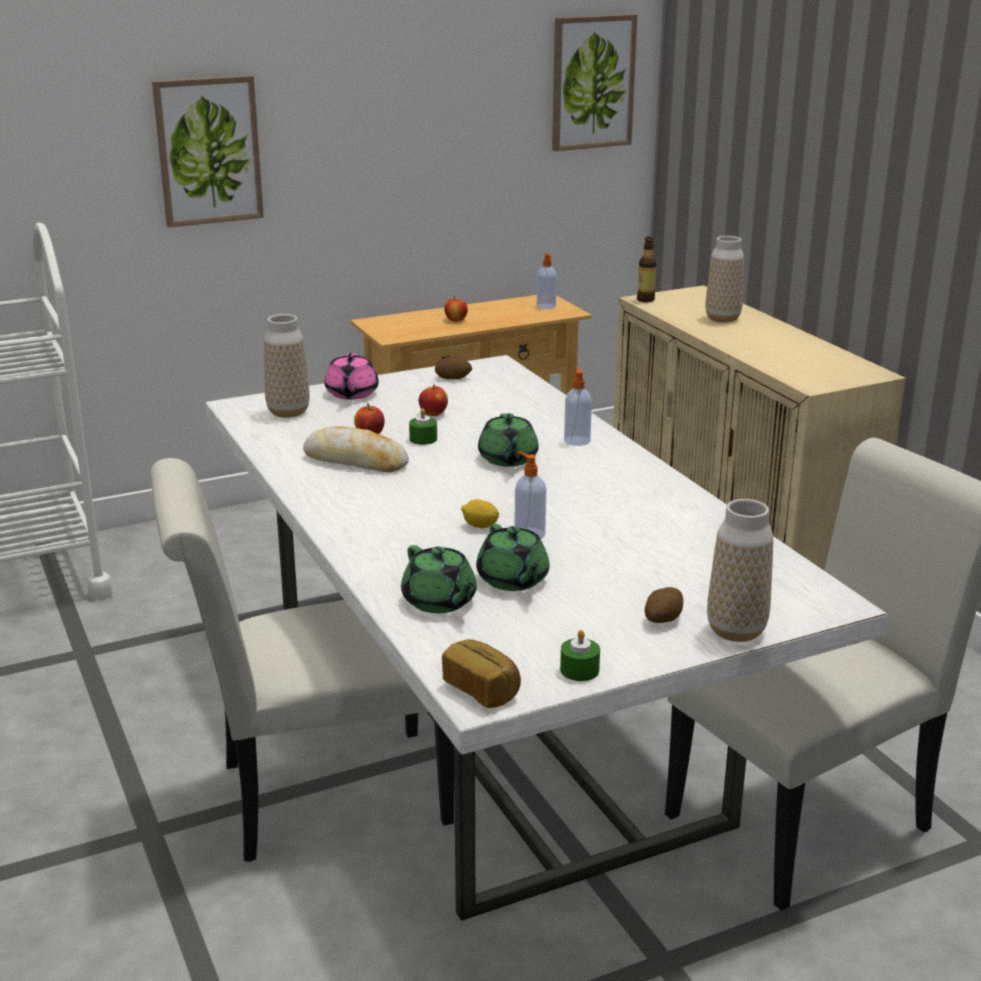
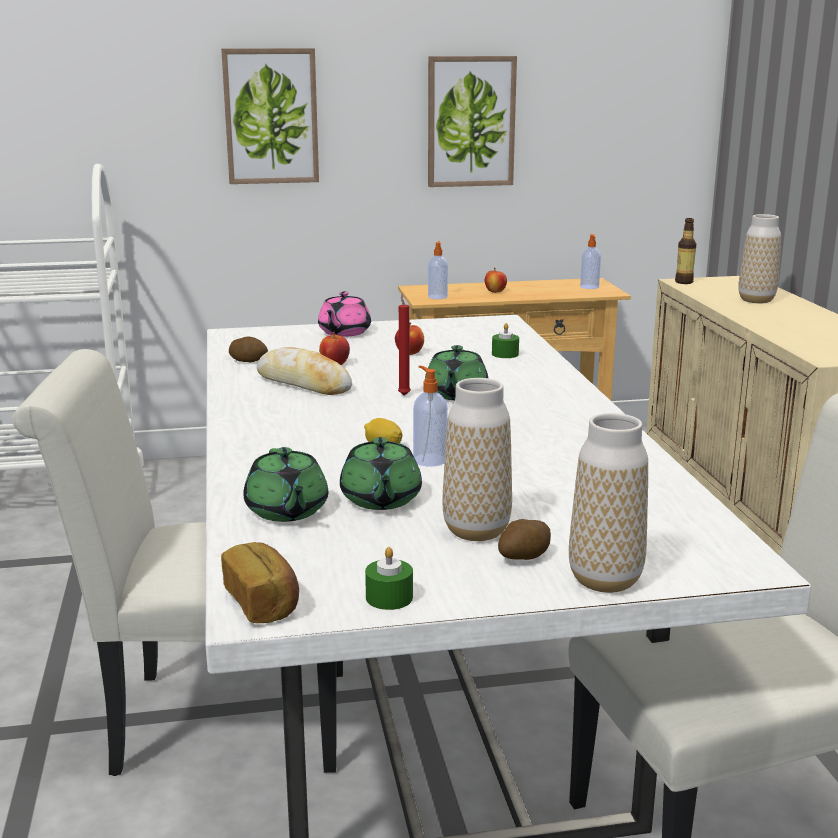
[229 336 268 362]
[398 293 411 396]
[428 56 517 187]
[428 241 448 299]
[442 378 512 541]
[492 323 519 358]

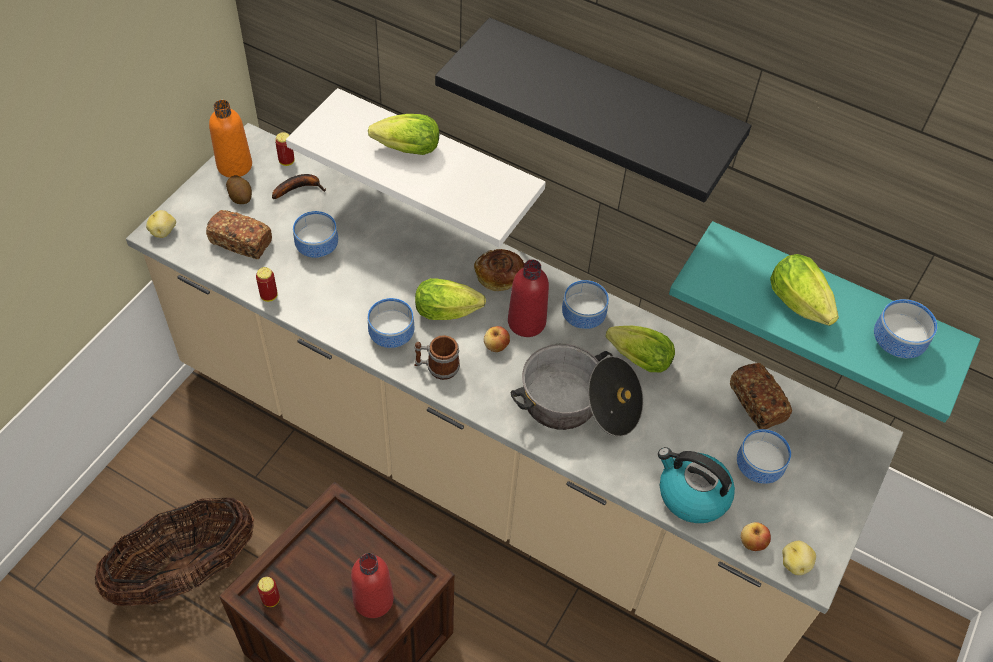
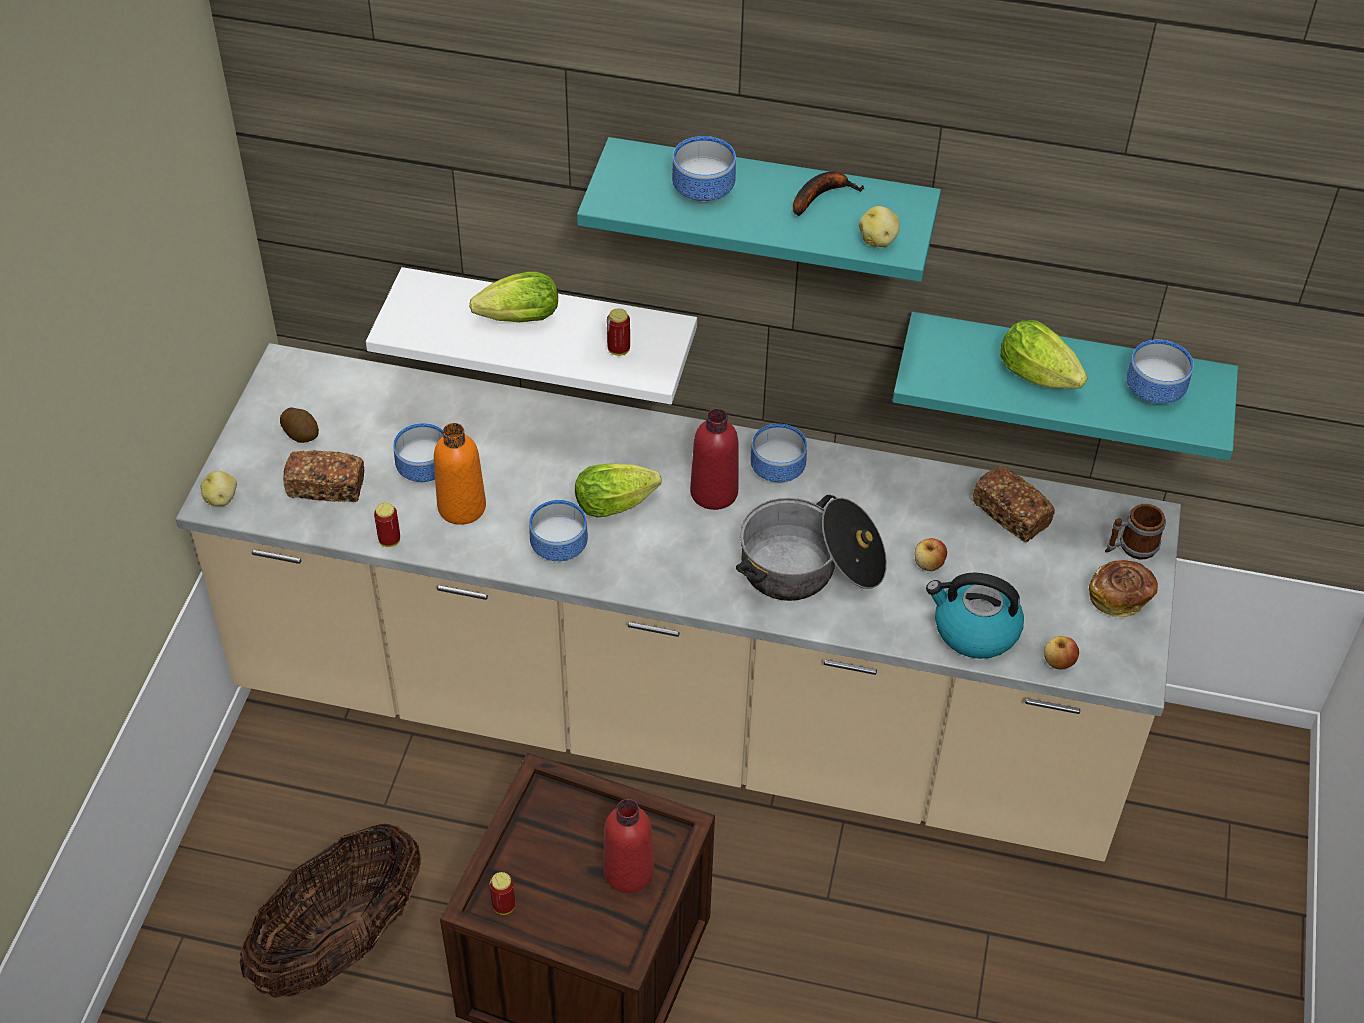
[434 423 486 525]
[577 137 941 282]
[607 308 630 356]
[672 136 736 203]
[793 171 865 216]
[859 206 900 247]
[915 538 947 571]
[1089 560 1158 618]
[1105 504 1166 559]
[605 326 675 372] (first image)

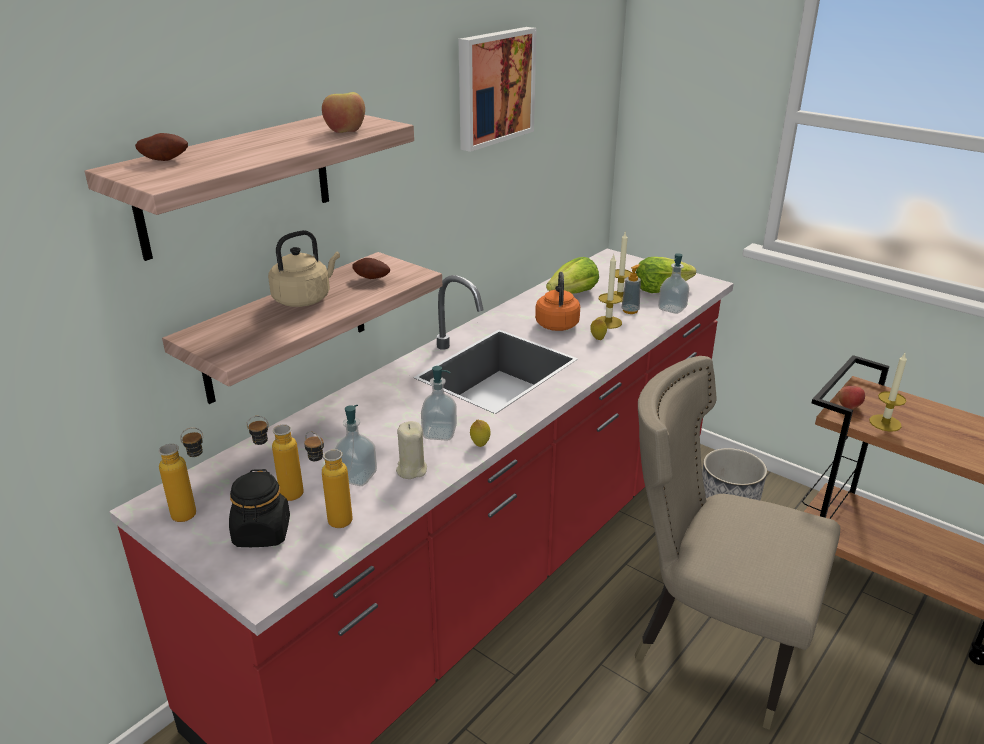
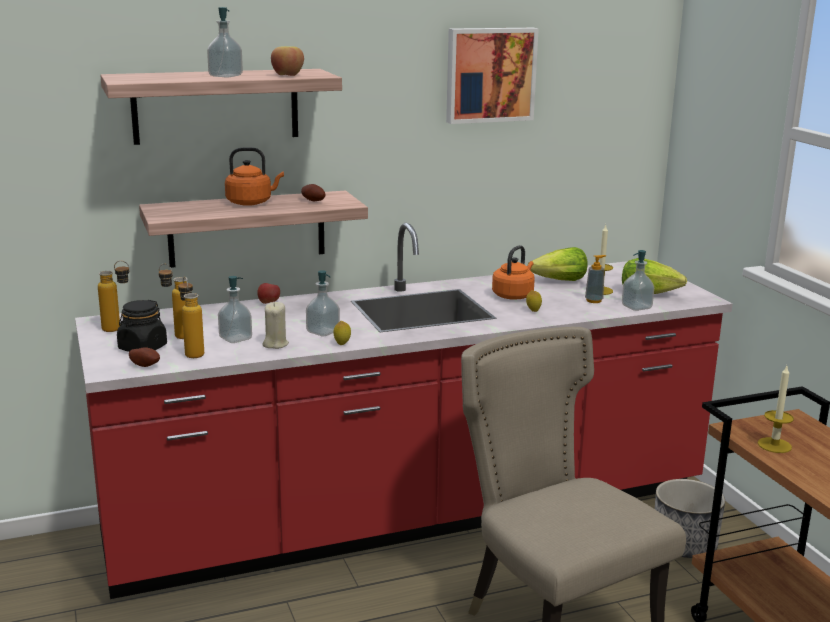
[129 347 160 367]
[207 7 243 78]
[225 147 284 206]
[257 283 280 304]
[597 255 622 329] (first image)

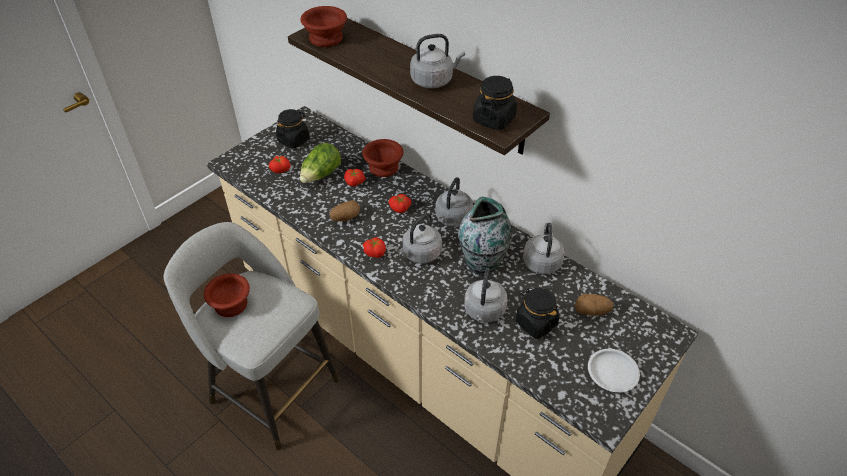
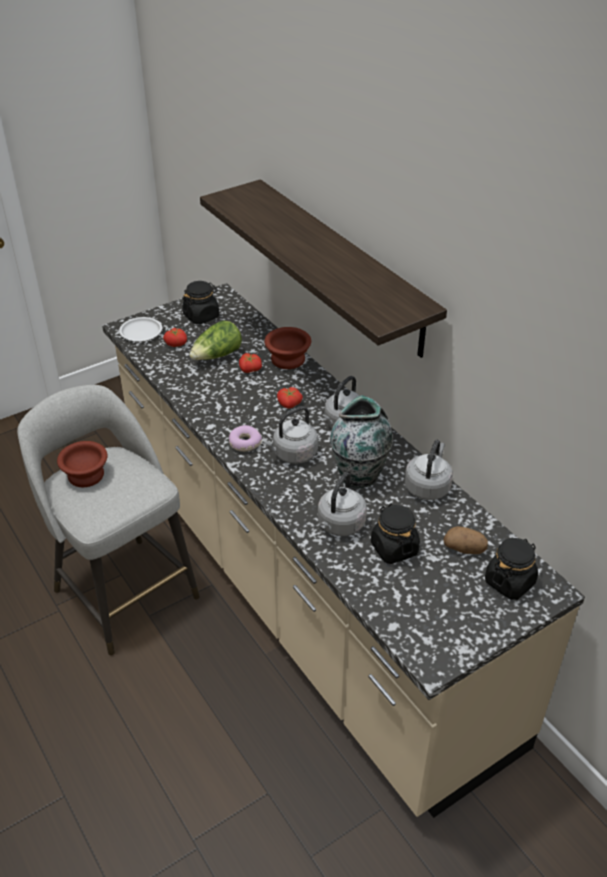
[119 317 162 341]
[229 425 262 452]
[485 538 538 600]
[300 6 347 47] (first image)
[330 200 360 221] (first image)
[410 34 465 89] (first image)

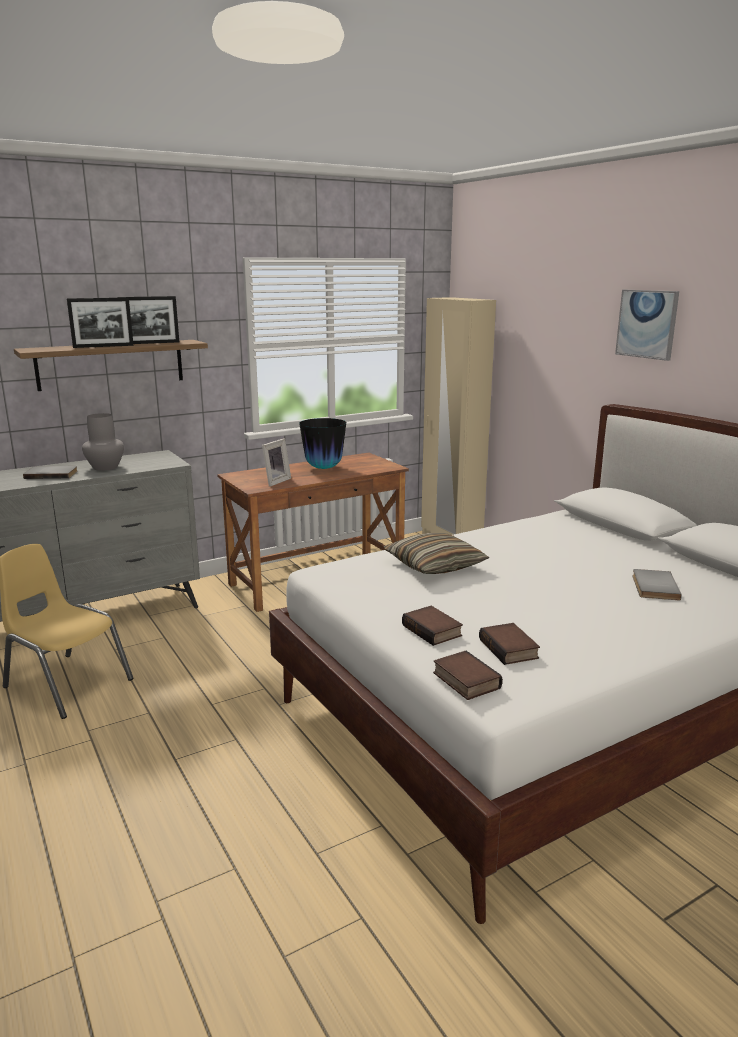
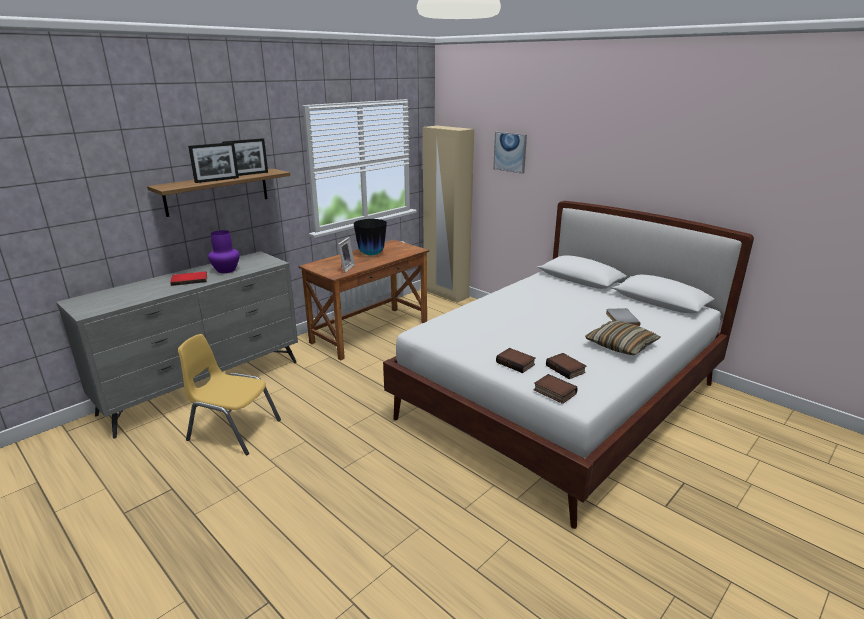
[170 271 208 286]
[208 230 240 273]
[493 132 527 174]
[585 321 661 355]

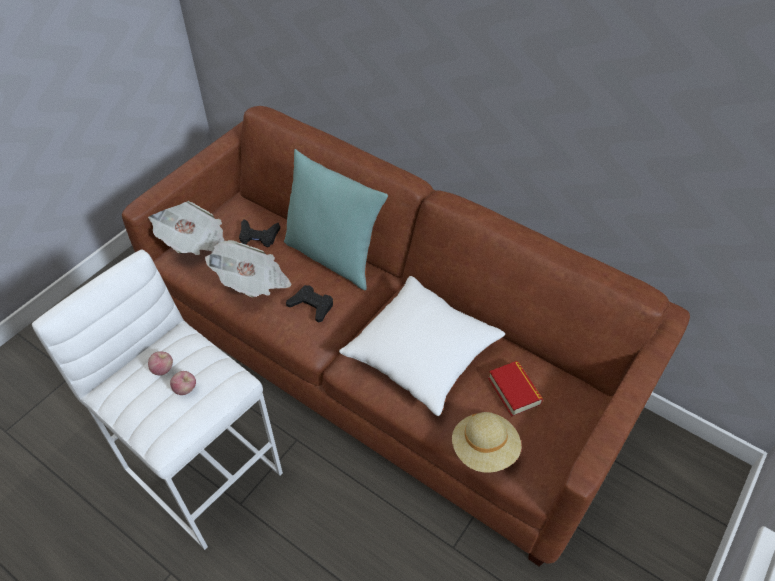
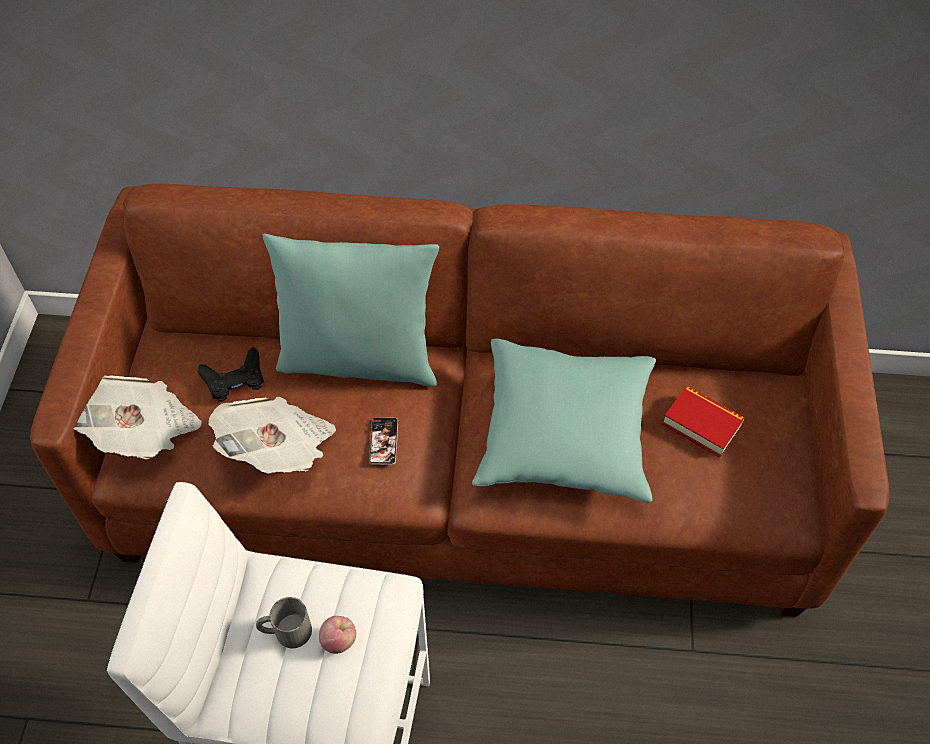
[256 597 312 648]
[369 417 398 465]
[472 339 656 503]
[452 412 521 473] (first image)

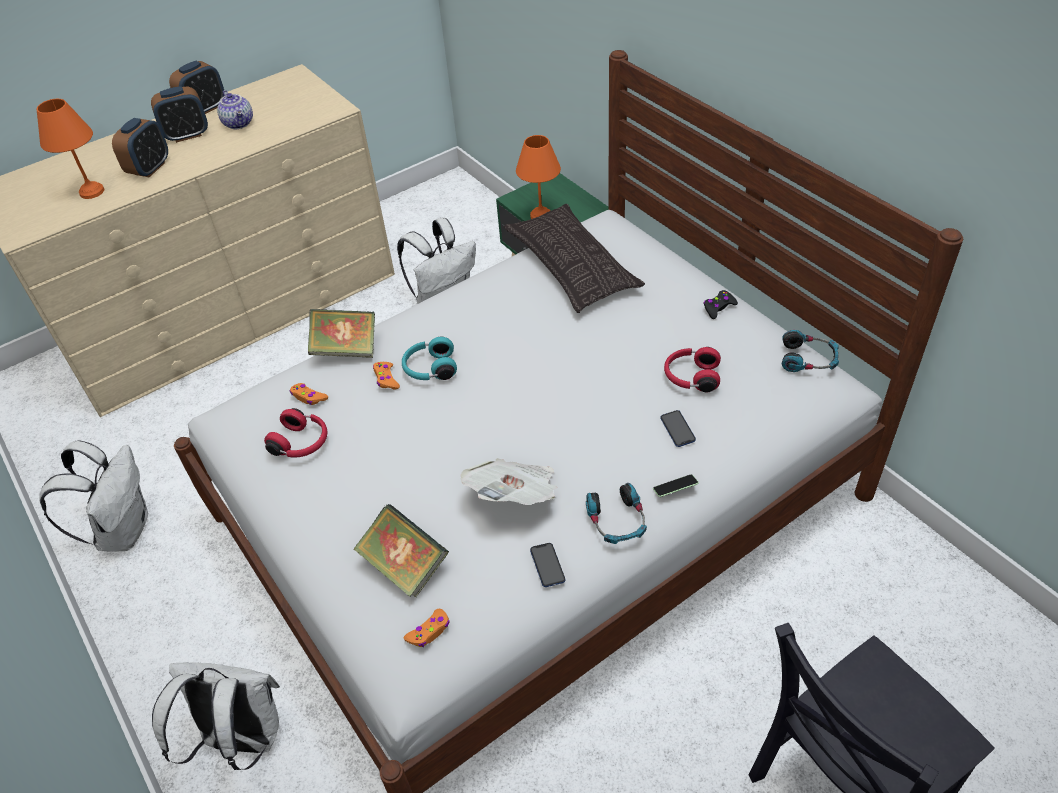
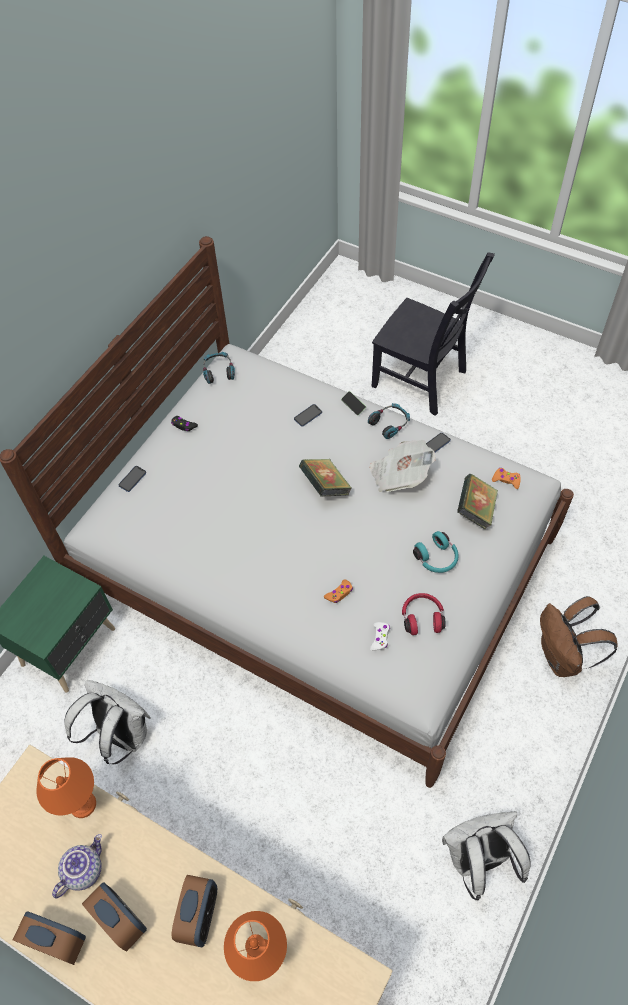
[36 757 96 818]
[118 466 146 492]
[171 875 217 947]
[299 459 352 496]
[370 622 390 651]
[413 531 459 573]
[540 596 618 677]
[503 204 645 313] (first image)
[664 347 721 393] (first image)

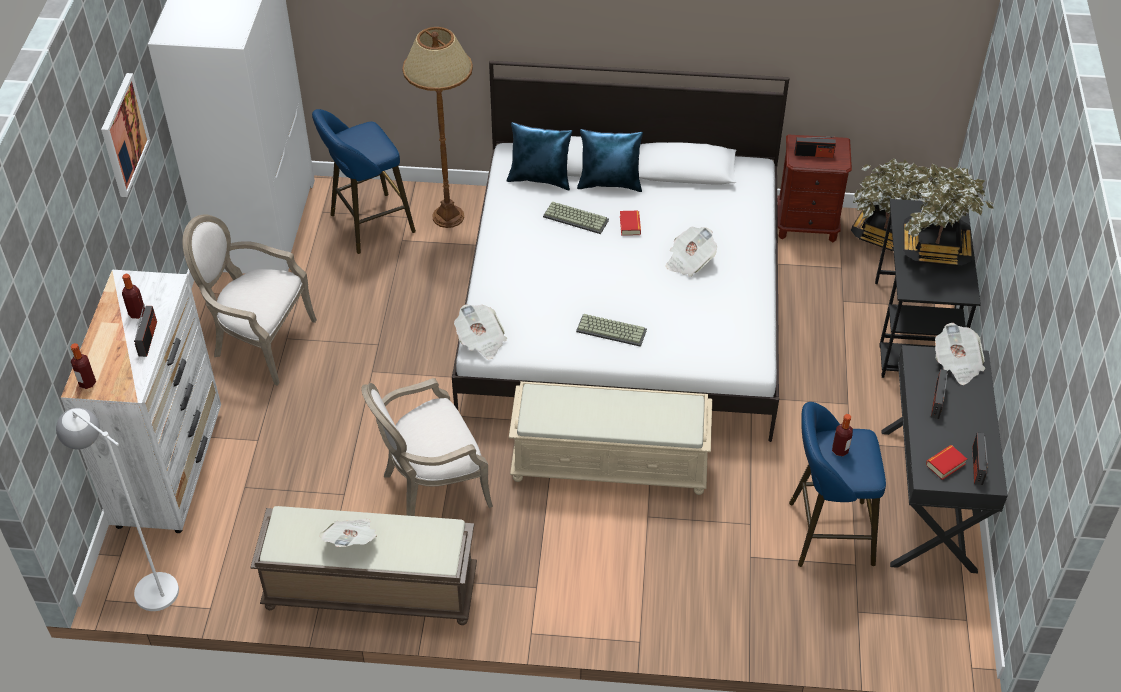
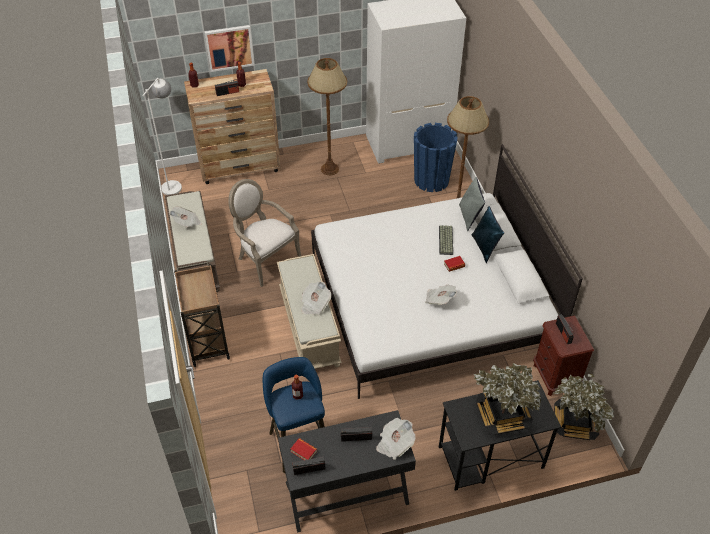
[174 262 230 367]
[184 69 280 184]
[205 25 254 72]
[301 281 331 315]
[307 58 347 175]
[414 123 458 192]
[459 177 485 231]
[576 314 647 347] (first image)

